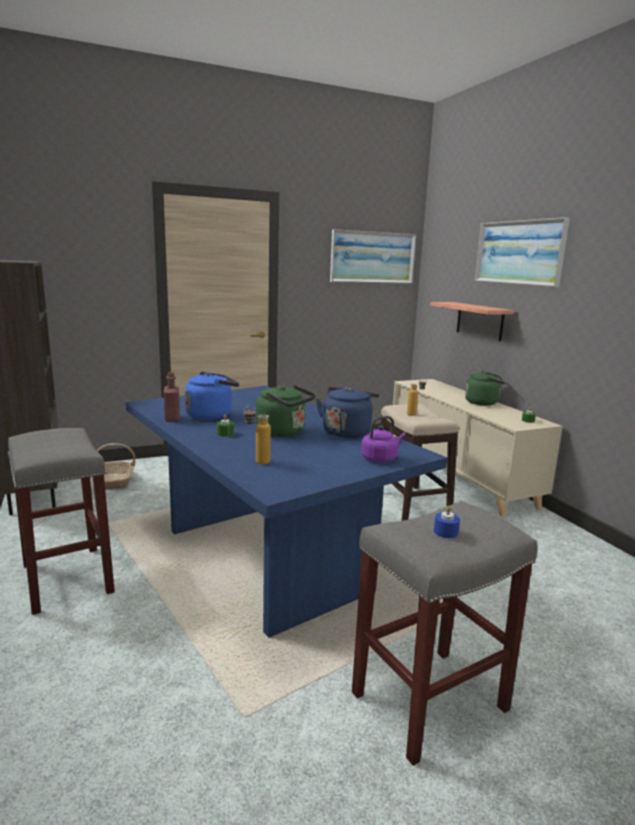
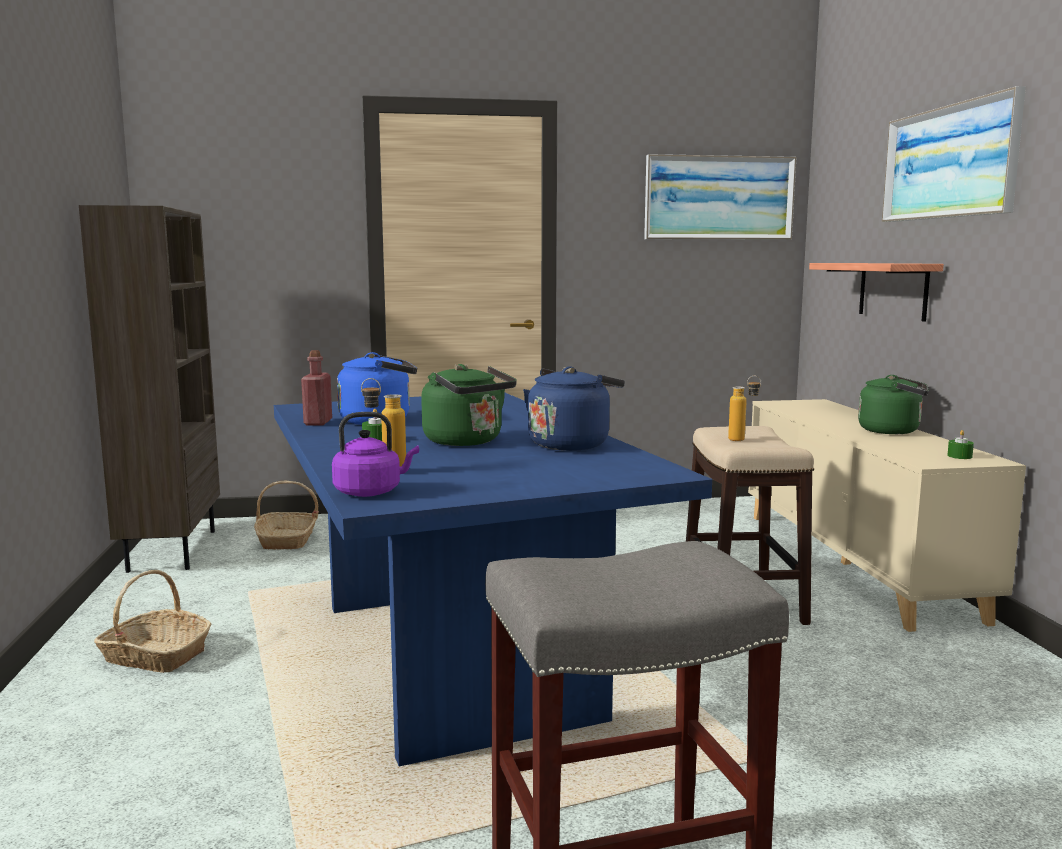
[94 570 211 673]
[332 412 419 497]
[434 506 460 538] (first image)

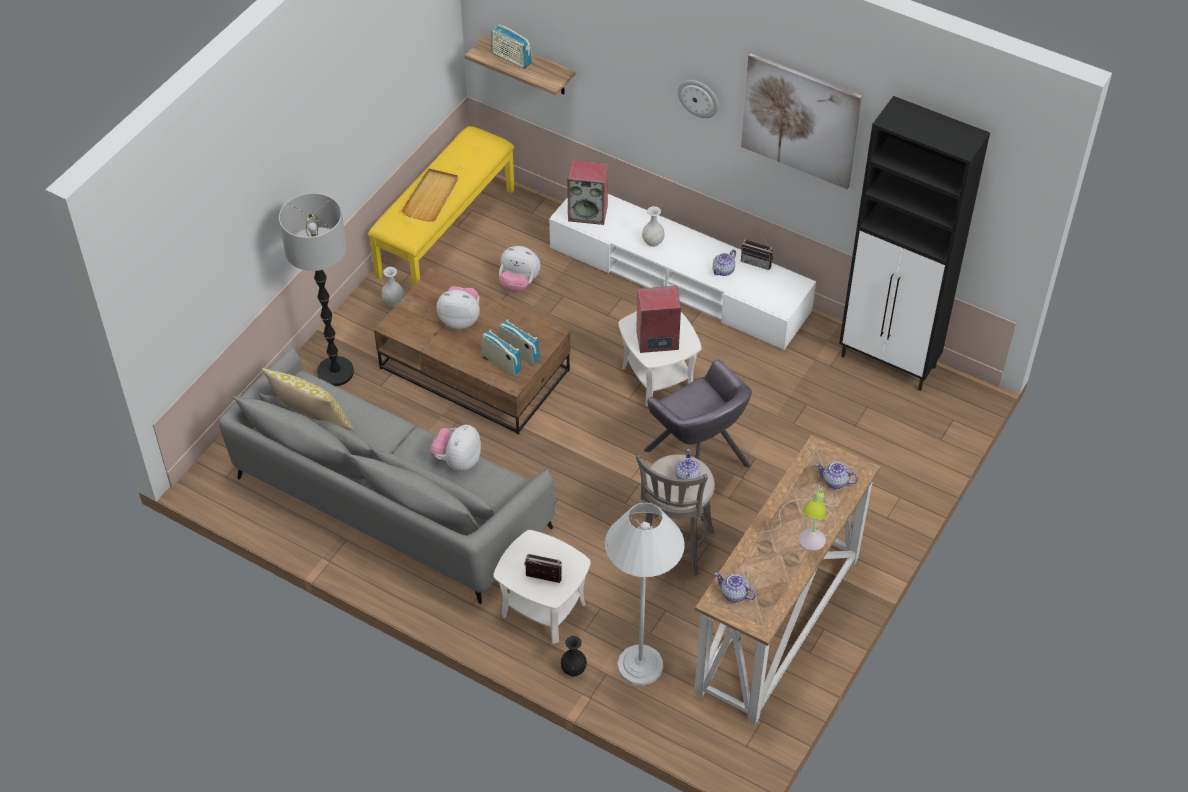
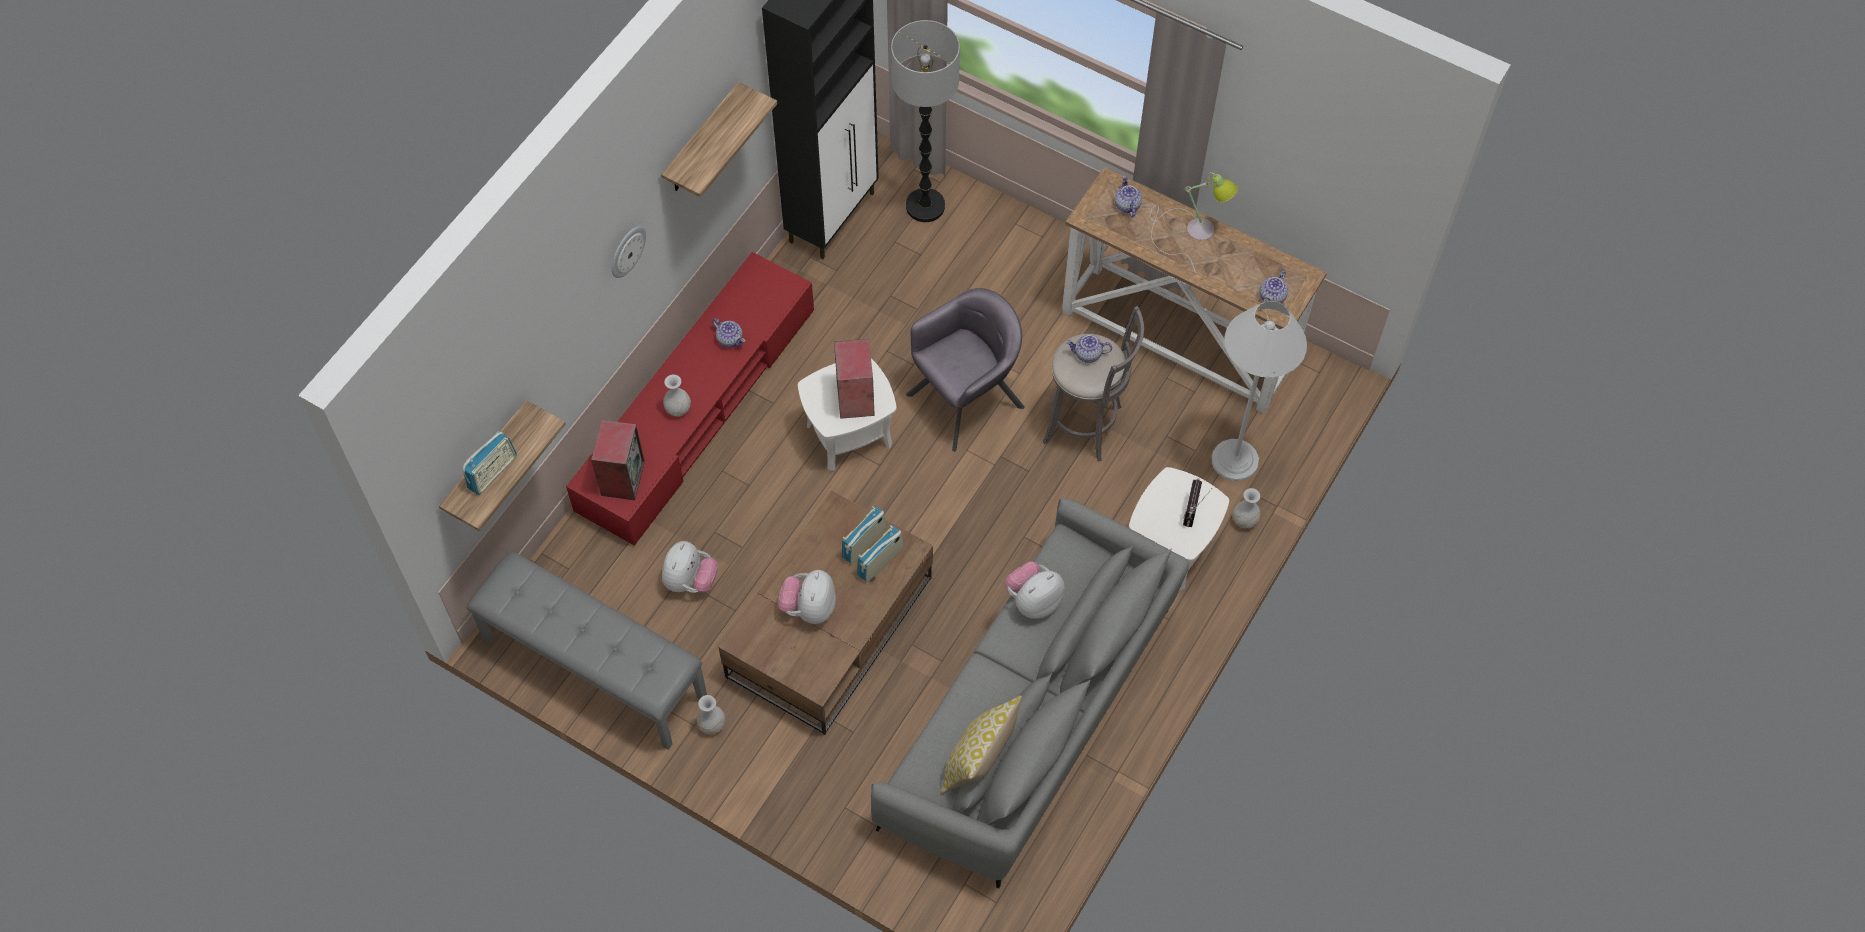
[467 551 707 750]
[566 252 814 545]
[661 82 777 197]
[891 20 960 222]
[1005 562 1065 619]
[1115 176 1142 218]
[1233 488 1260 528]
[401 169 458 222] (first image)
[741 229 773 270] (first image)

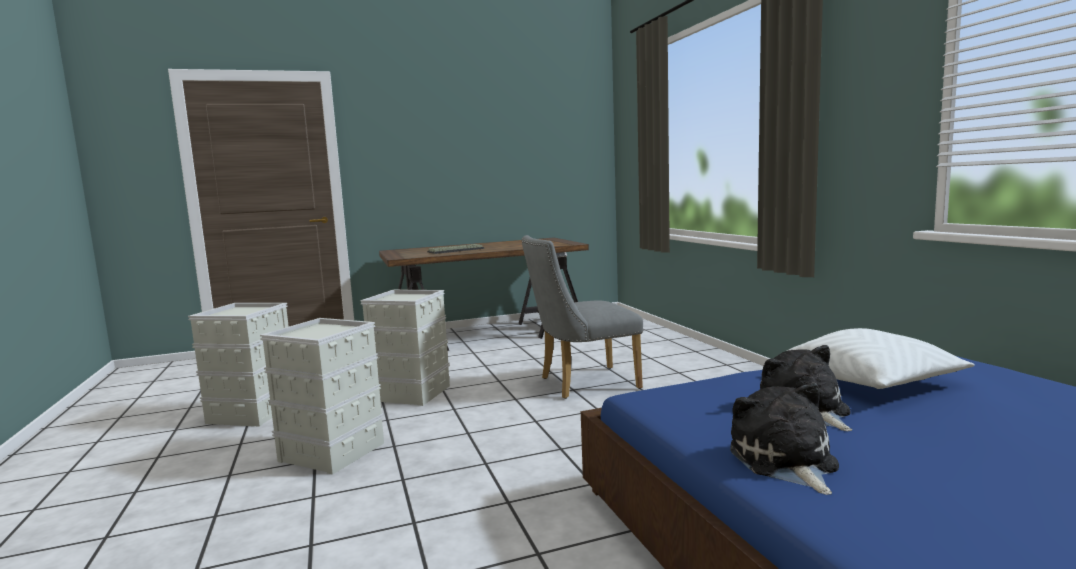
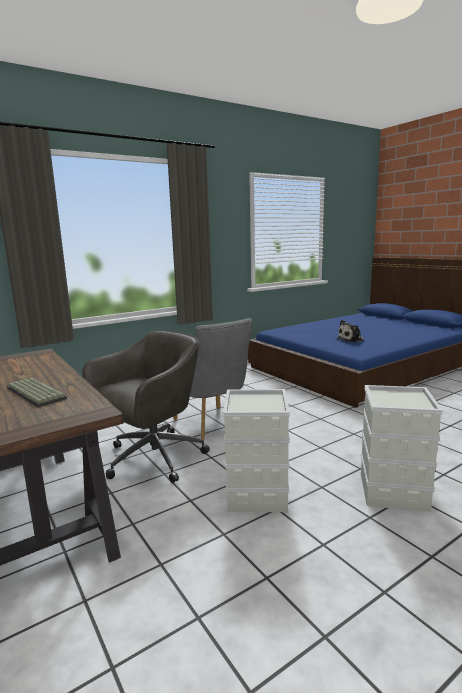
[82 331 210 483]
[188 303 289 427] (first image)
[730 383 839 495] (first image)
[787 328 975 389] (first image)

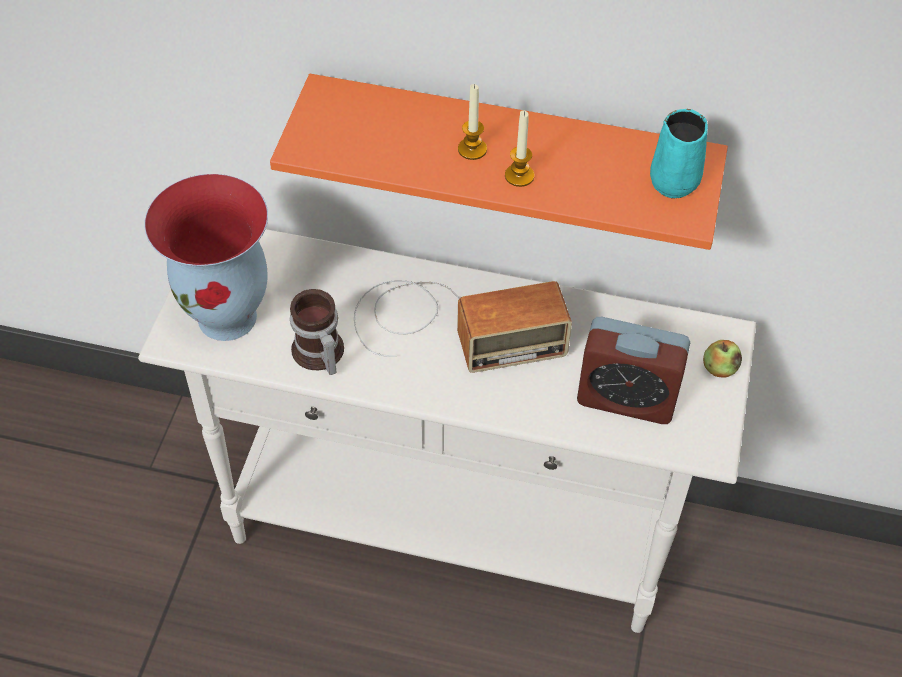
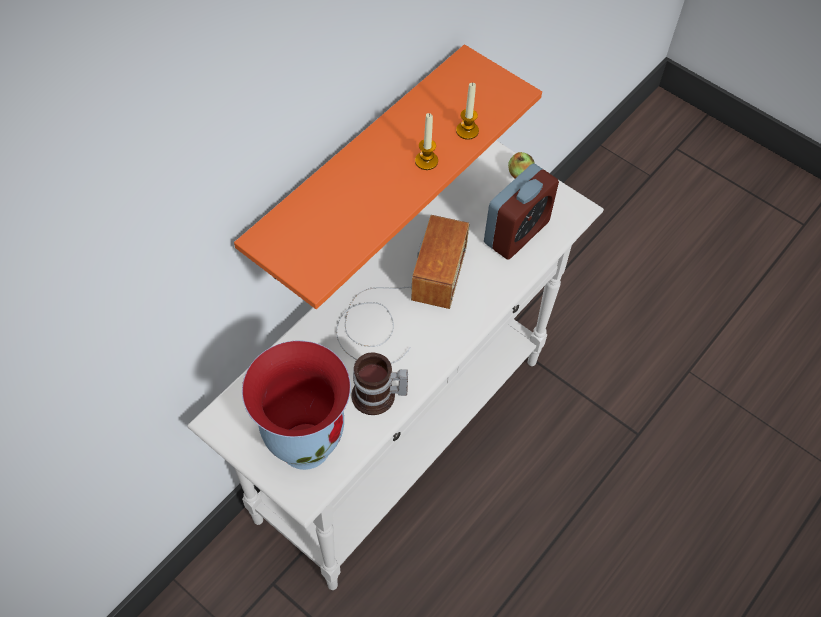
[456 83 479 140]
[650 109 708 198] (first image)

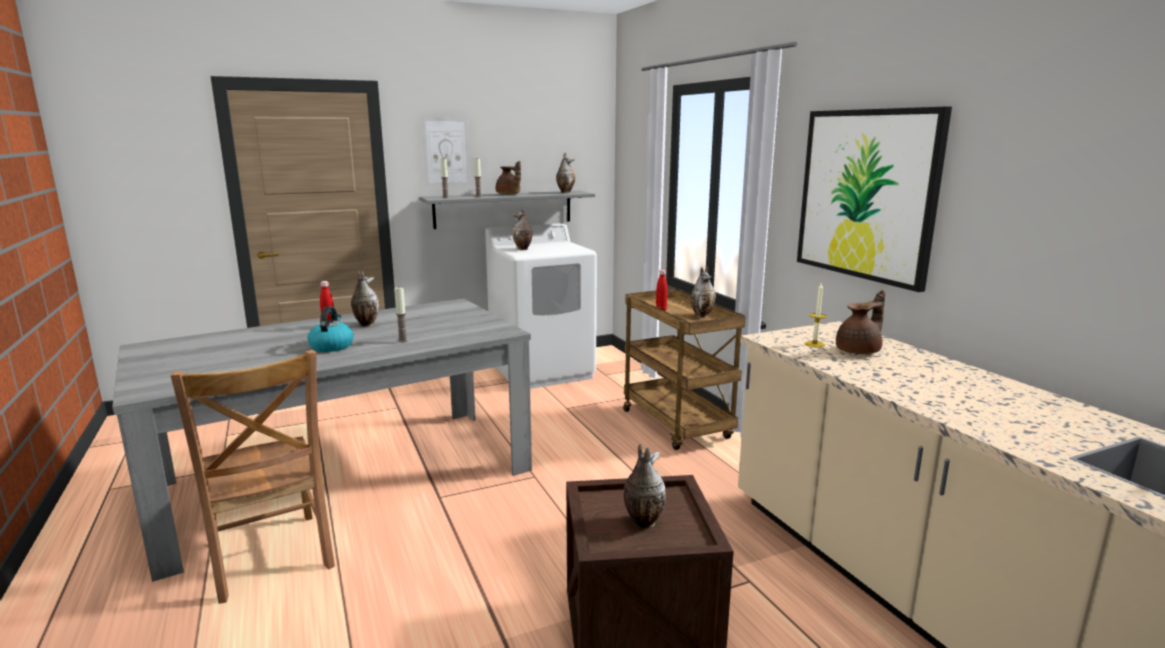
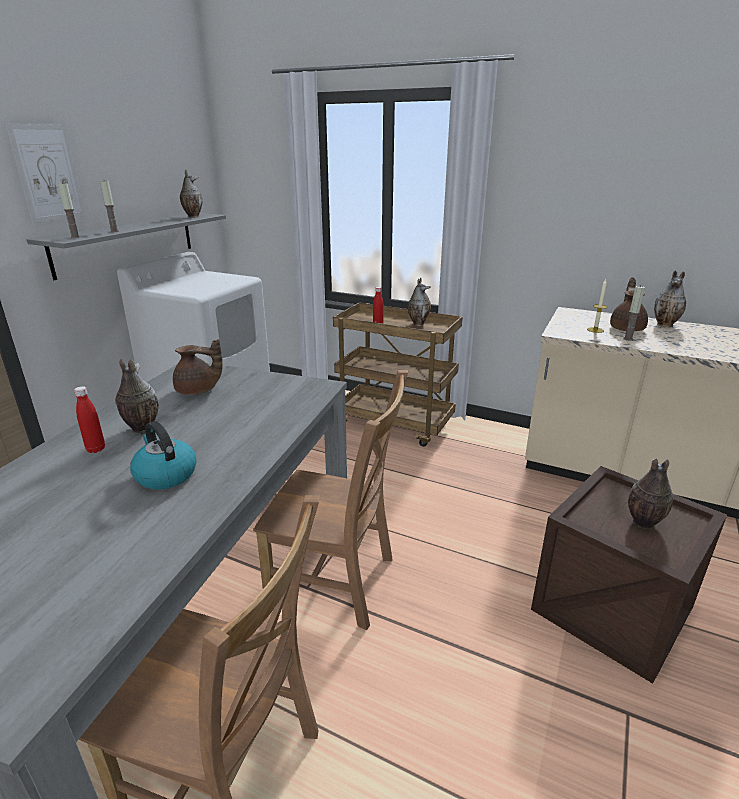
[173 339 223 395]
[253 370 408 630]
[623 285 645 341]
[654 270 686 327]
[797 107 952 292] (first image)

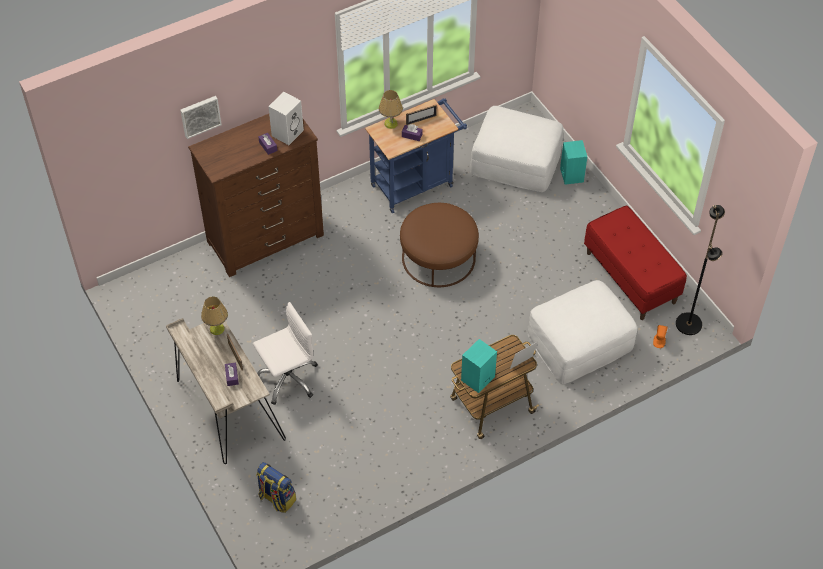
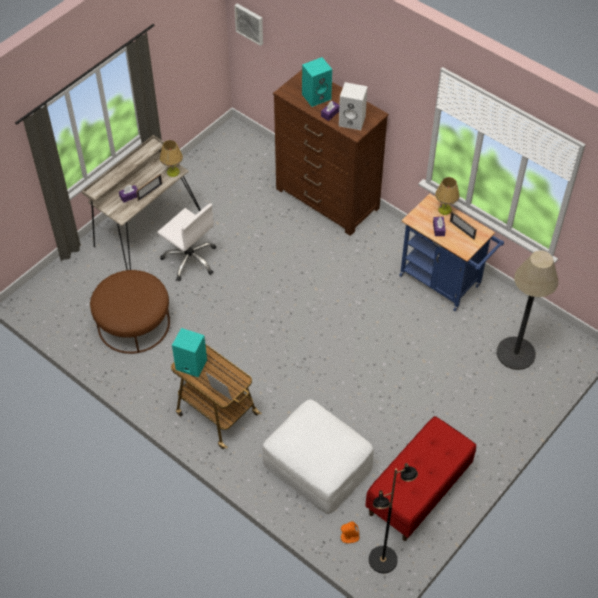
[90 270 170 354]
[234 4 263 46]
[302 57 332 107]
[497 250 558 370]
[256 462 296 513] (first image)

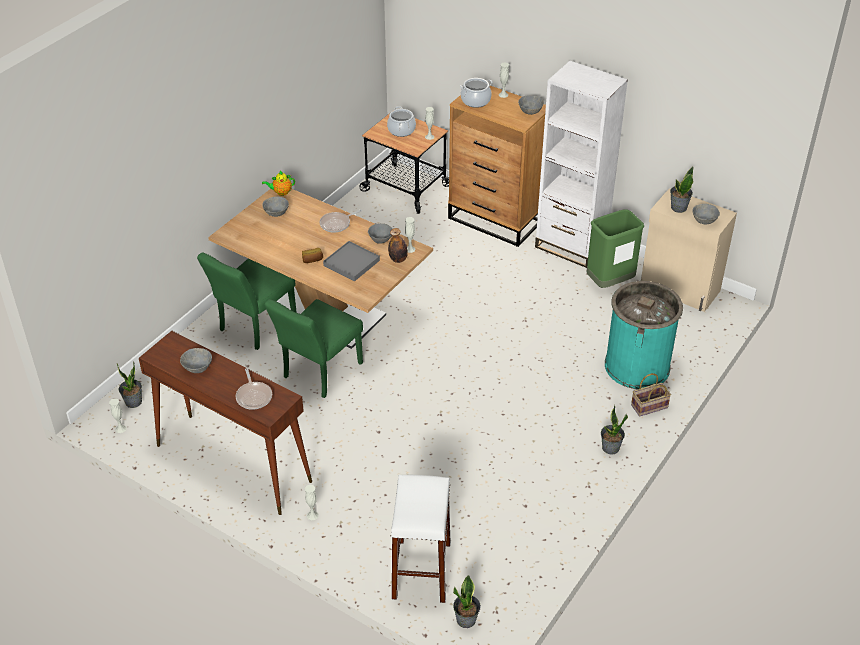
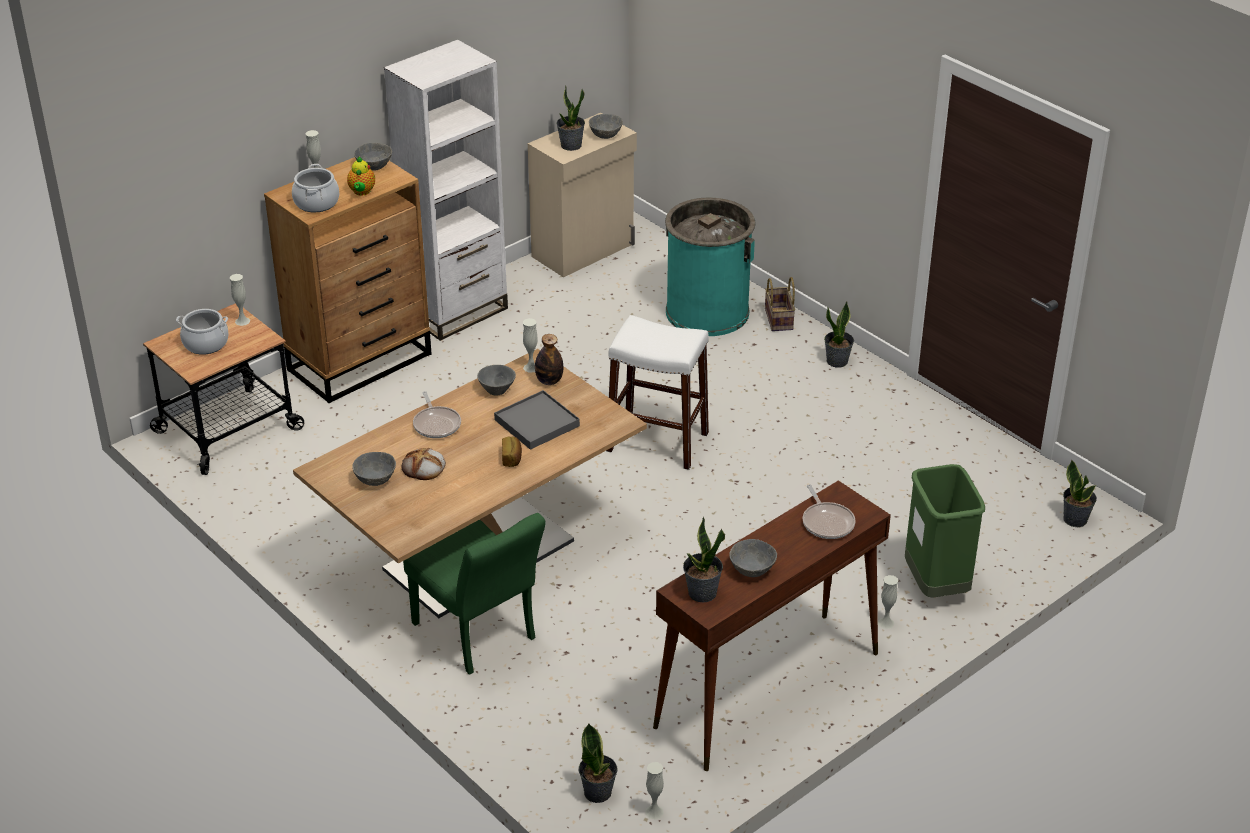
[347 157 375 196]
[401 448 446 480]
[606 315 709 470]
[683 517 725 602]
[803 484 856 539]
[905 464 985 598]
[265 299 363 398] (first image)

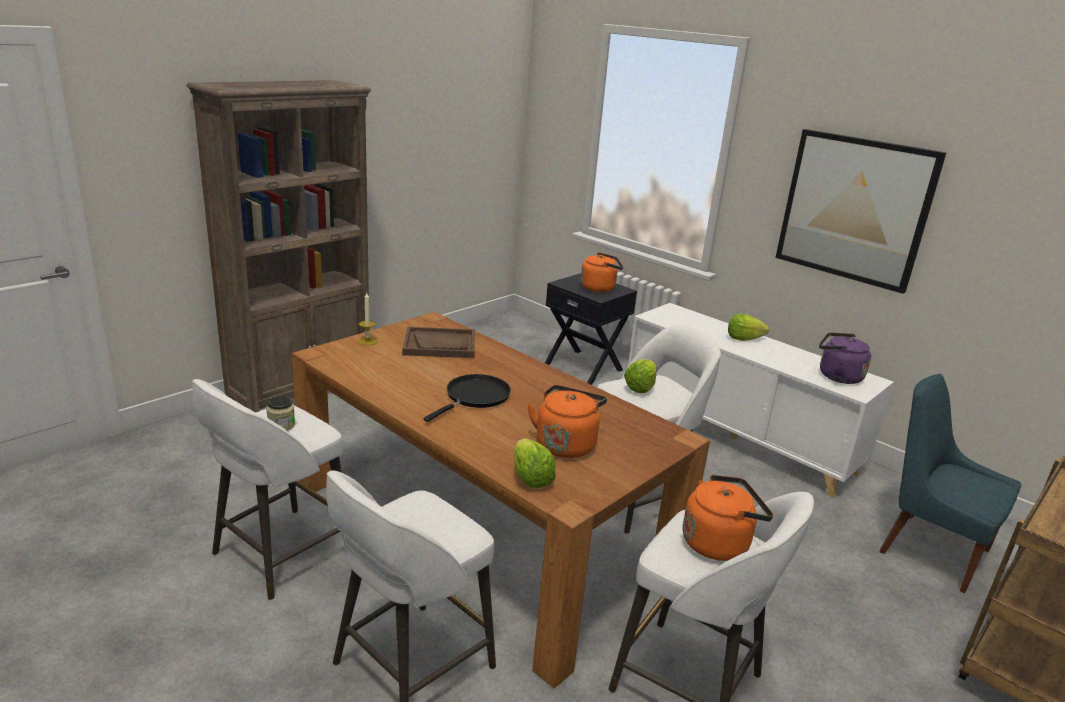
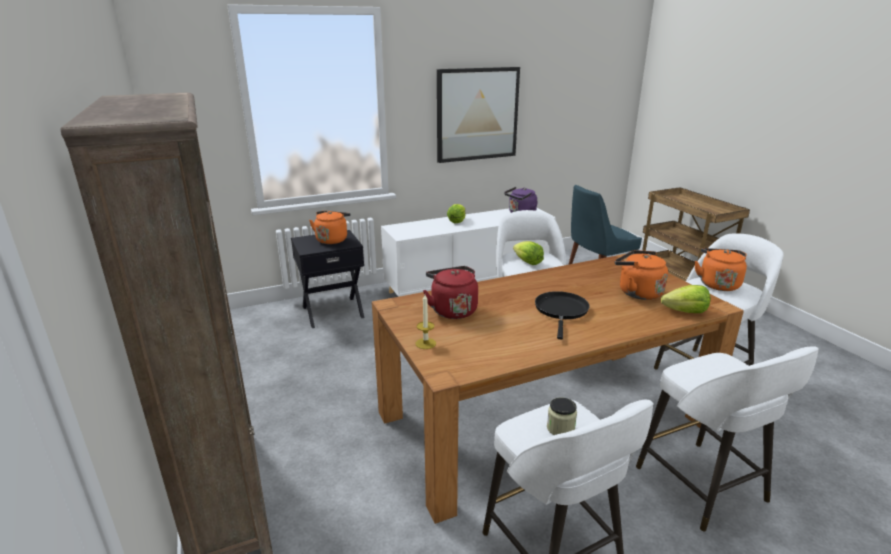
[423 266 478 319]
[535 291 589 339]

